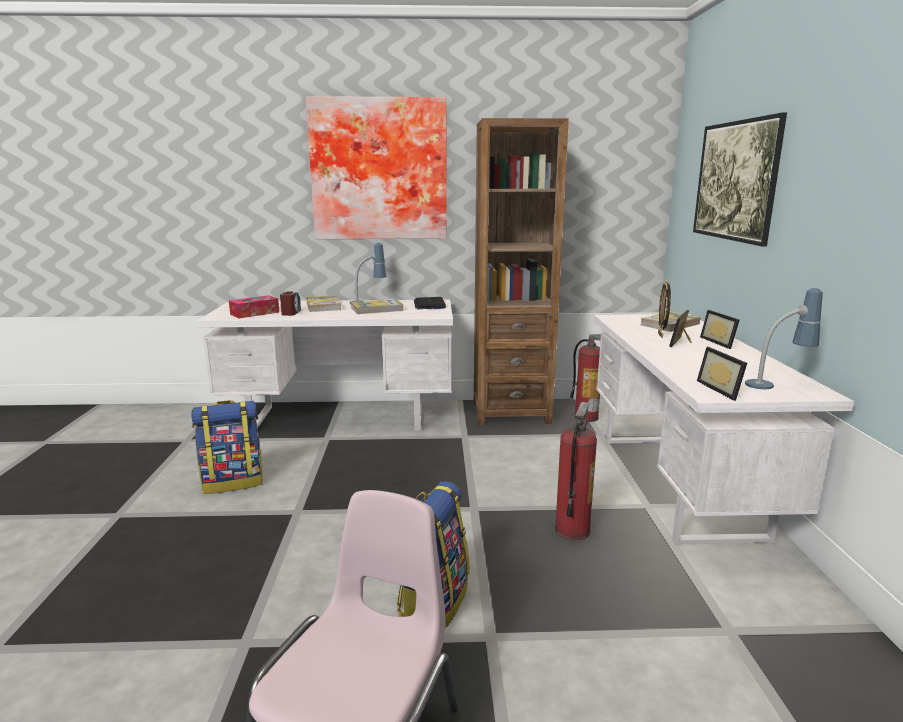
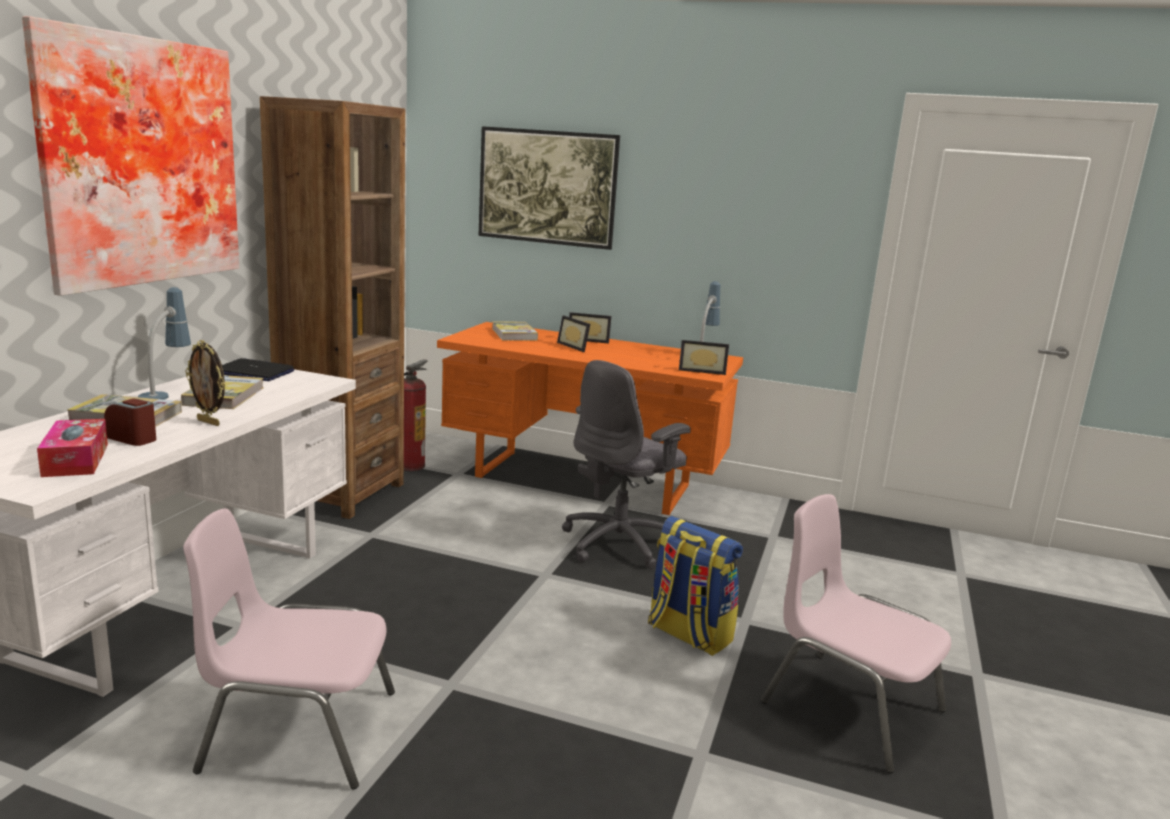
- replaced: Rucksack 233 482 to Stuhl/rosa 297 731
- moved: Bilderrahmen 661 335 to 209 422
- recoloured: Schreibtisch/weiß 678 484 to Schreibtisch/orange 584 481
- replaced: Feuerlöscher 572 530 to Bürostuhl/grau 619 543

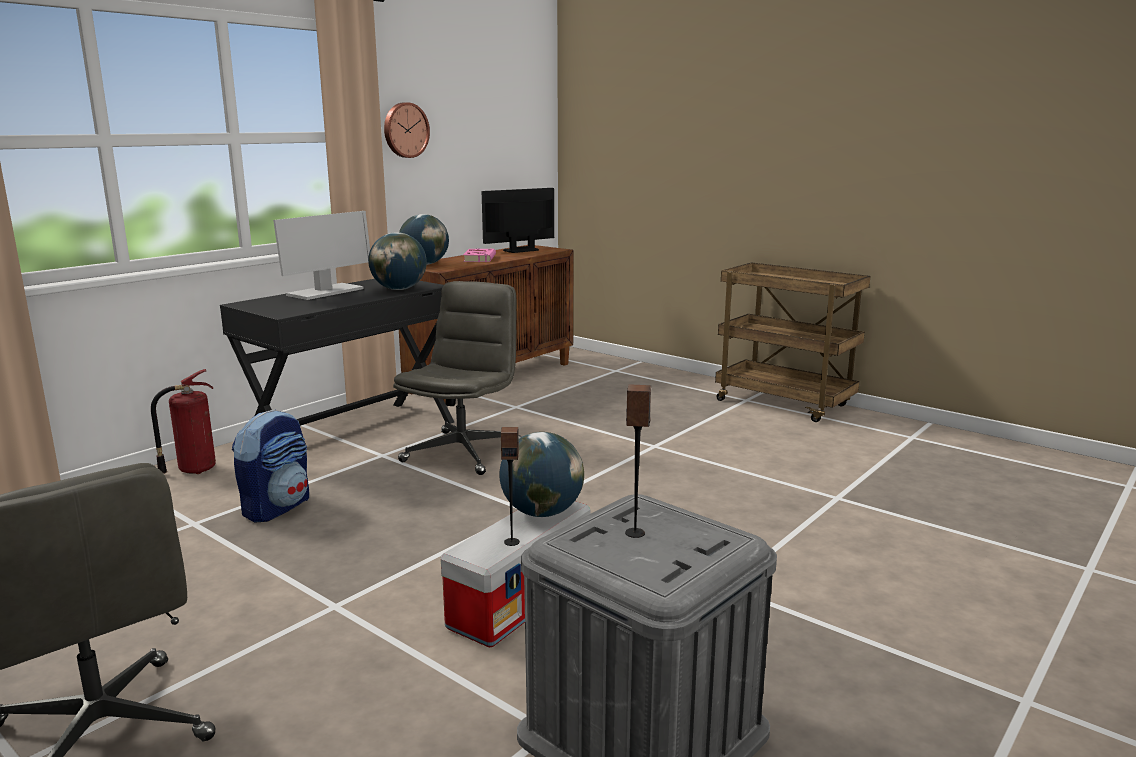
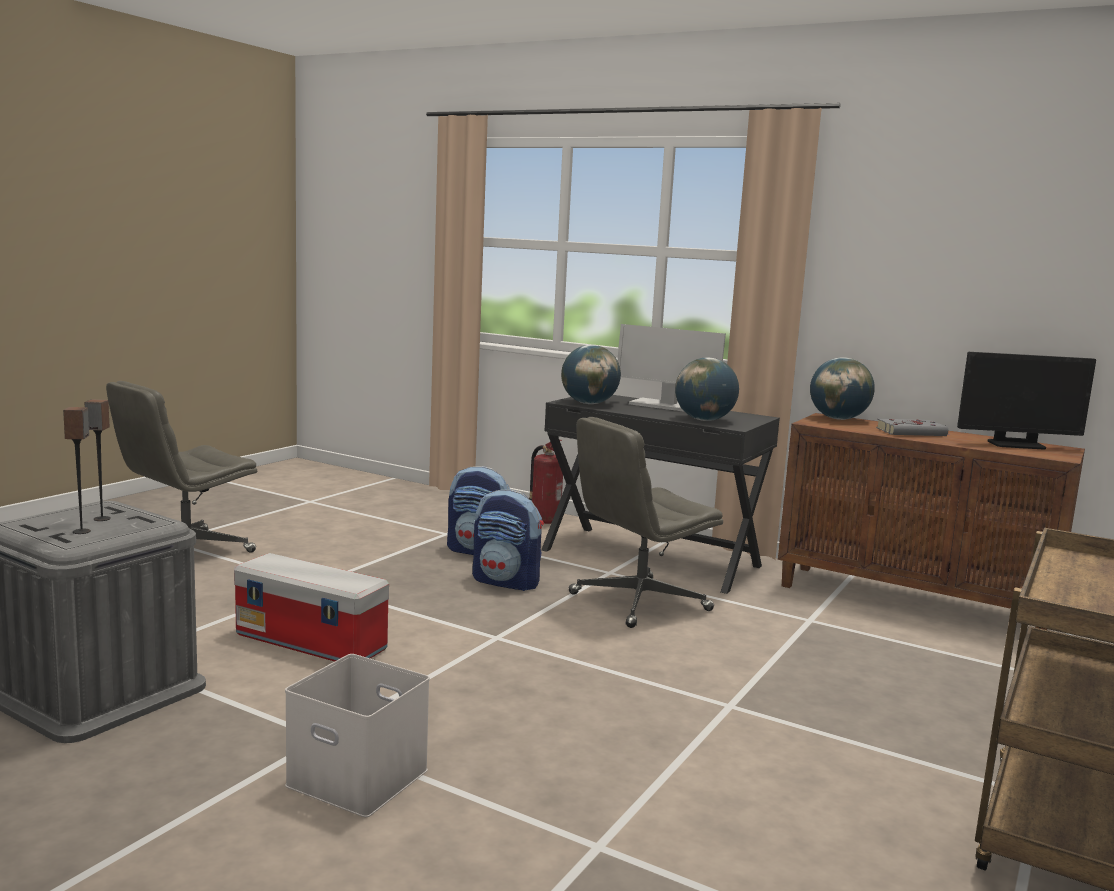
- moved: Lautsprecher 512 542 to 82 531
- added: Aufbewahrungsbox/weiß 354 778
- added: Rucksack 507 582
- moved: Globus 541 513 to 588 403
- turned: Bürostuhl/grau 462 452 = 638 602 135 degrees clockwise
- recoloured: Buch/rosa 479 258 to Buch/grau 912 432
- turned: Monitor 521 250 = 1016 445 135 degrees clockwise
- removed: Wanduhr 405 130

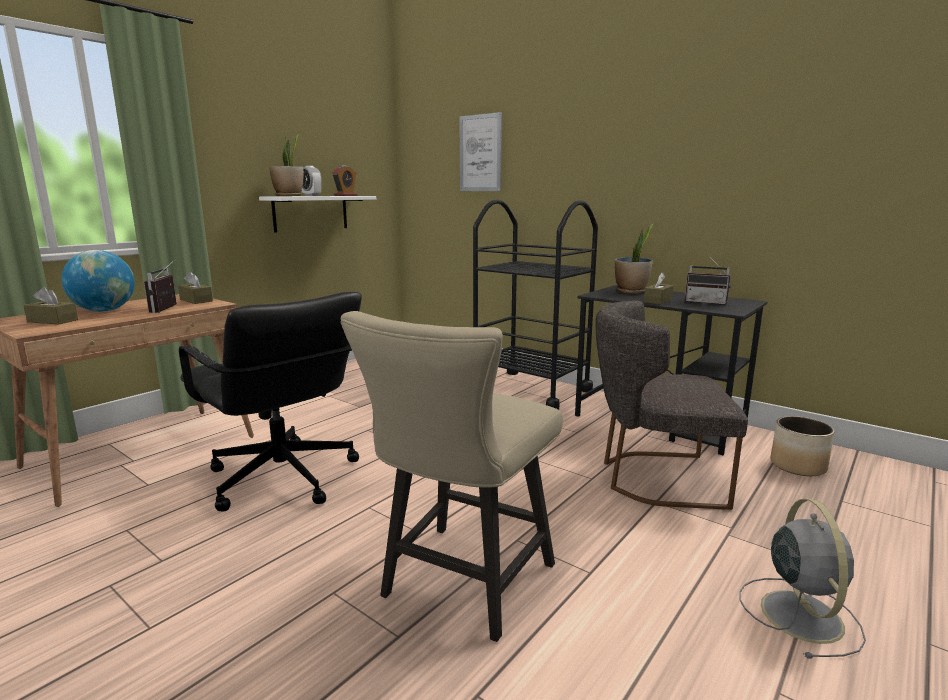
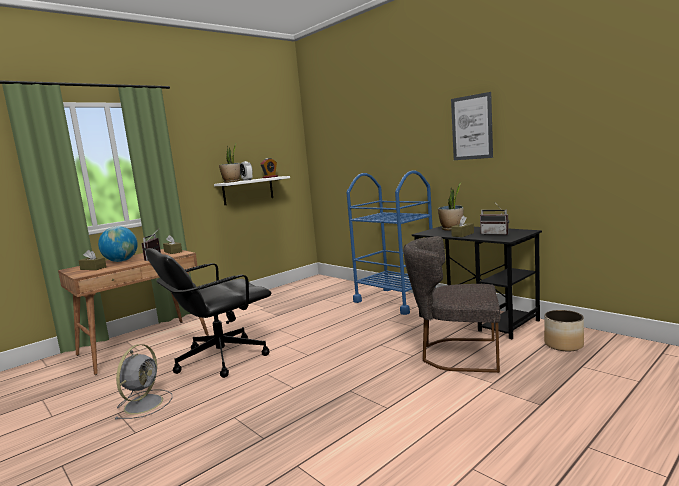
- moved: Ventilator/grau 799 613 to 144 403
- turned: Bürostuhl/schwarz 282 478 = 220 358 90 degrees clockwise
- recoloured: Rollwagen/schwarz 530 390 to Rollwagen/blau 395 300
- moved: Bild 480 153 to 472 127
- removed: Stuhl/beige 461 586

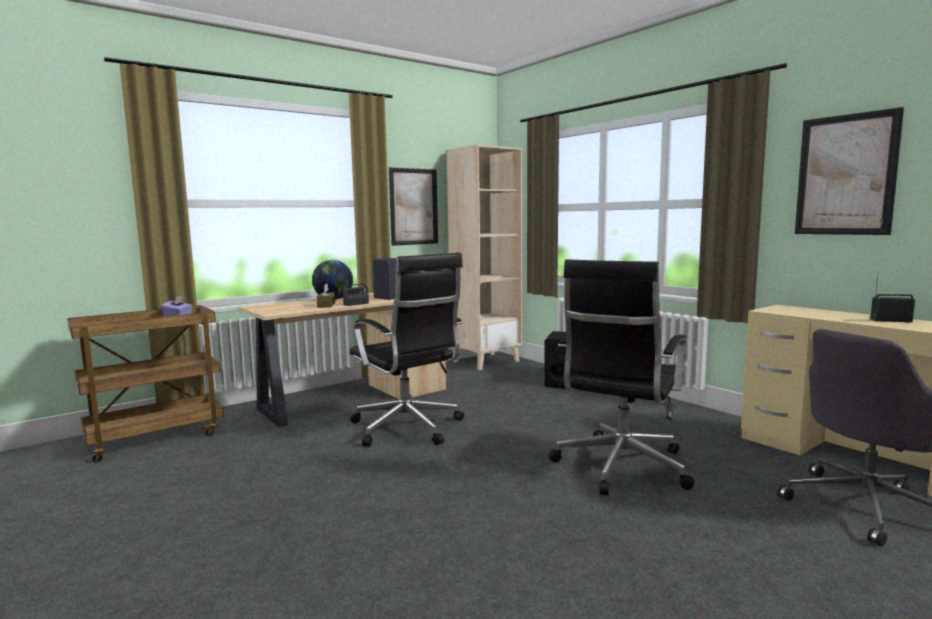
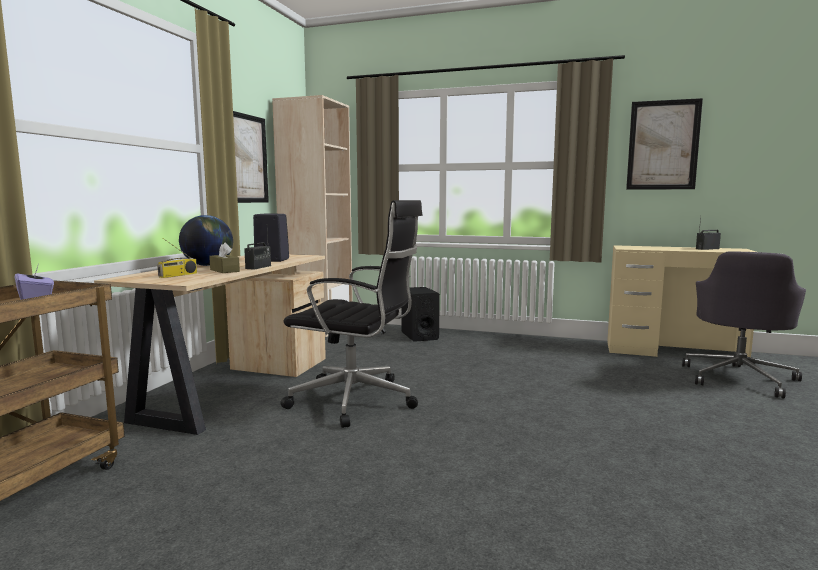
- added: Radio 178 275
- removed: Bürostuhl/schwarz 620 467

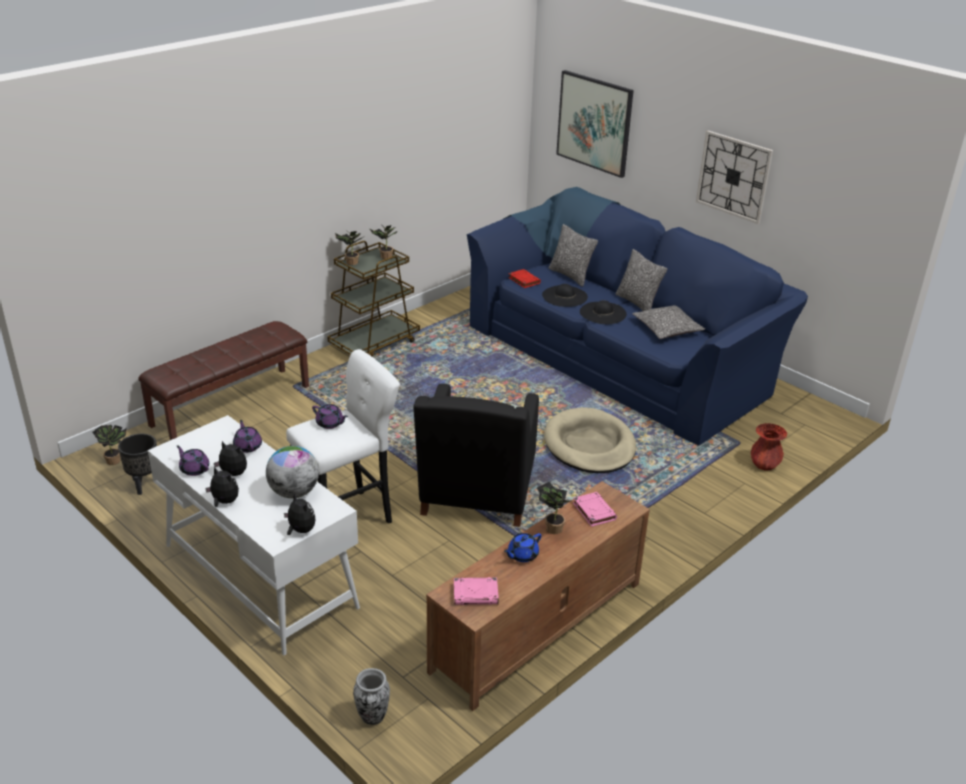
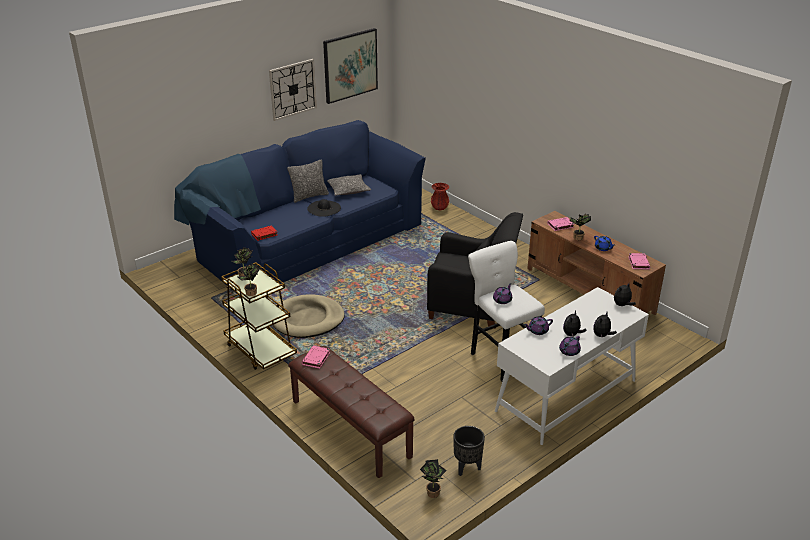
- moved: Hundebett/beige 589 445 to 307 319
- added: Buch/rosa 316 359
- moved: Bild 594 123 to 350 65
- removed: Globus 294 492
- removed: Vase 372 717
- removed: Hut/schwarz 564 296
- removed: Kissen 570 276

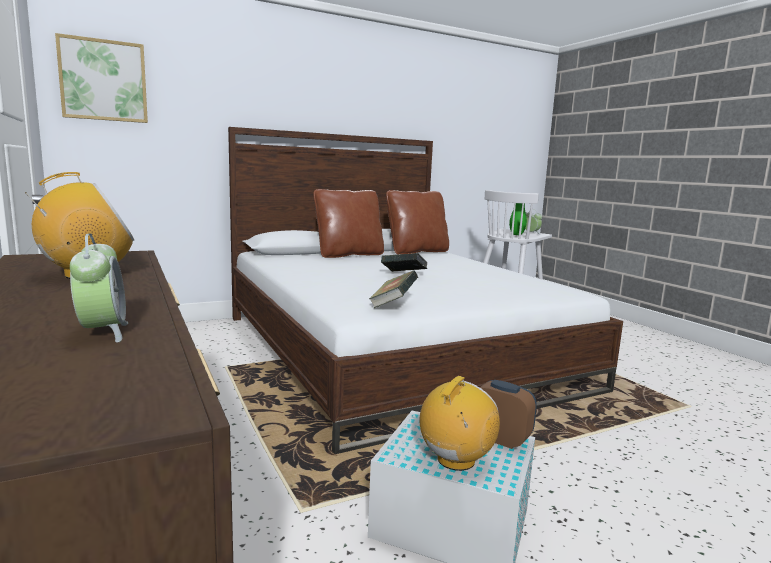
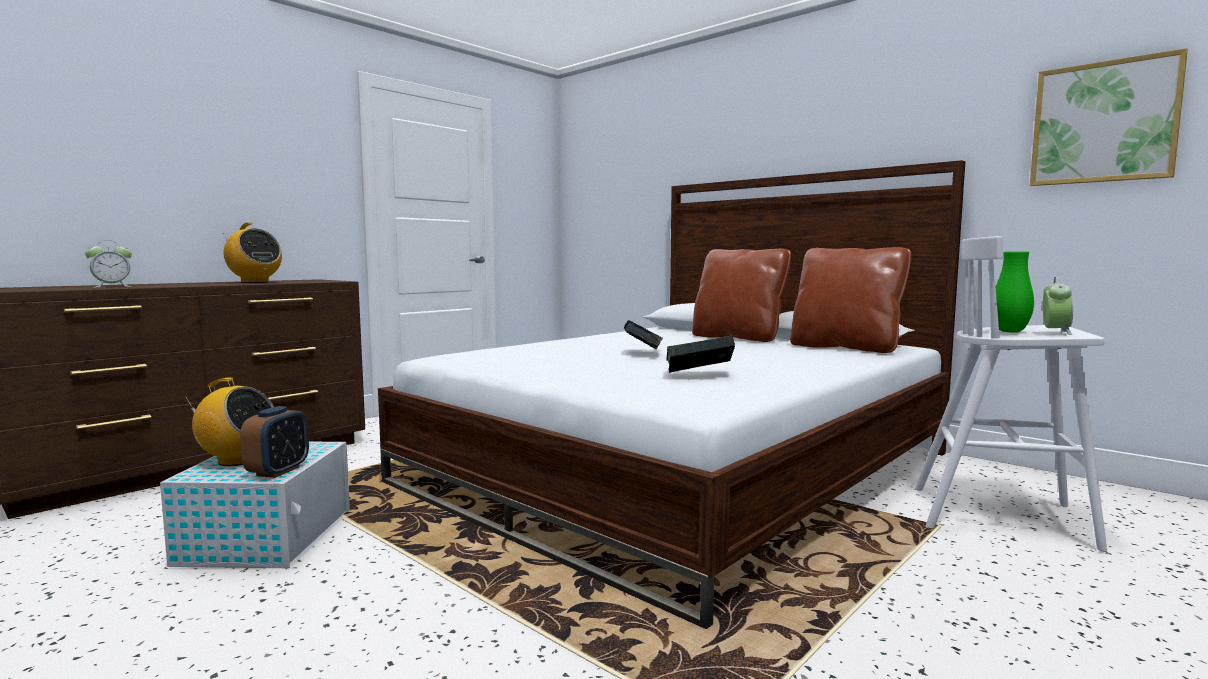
- moved: Buch 393 304 to 698 375
- moved: Bild 103 80 to 1103 122

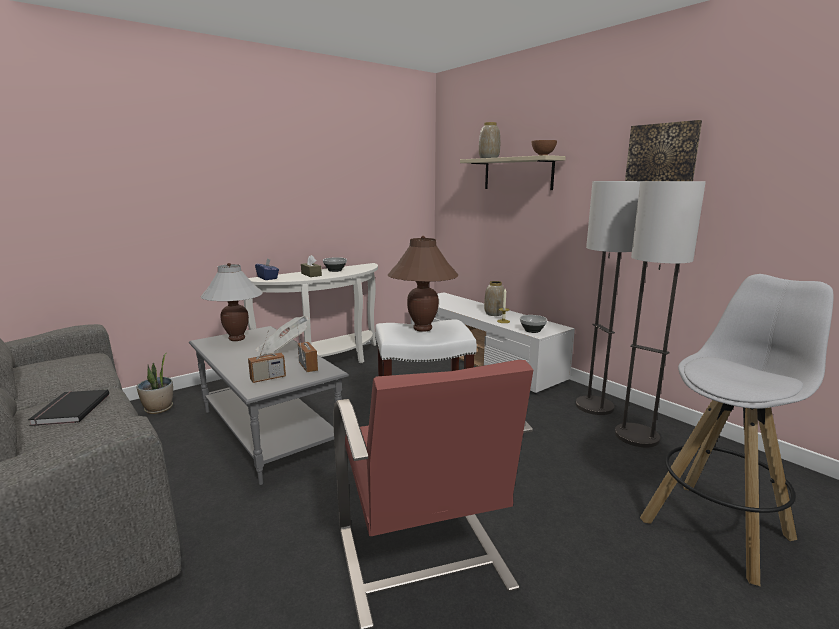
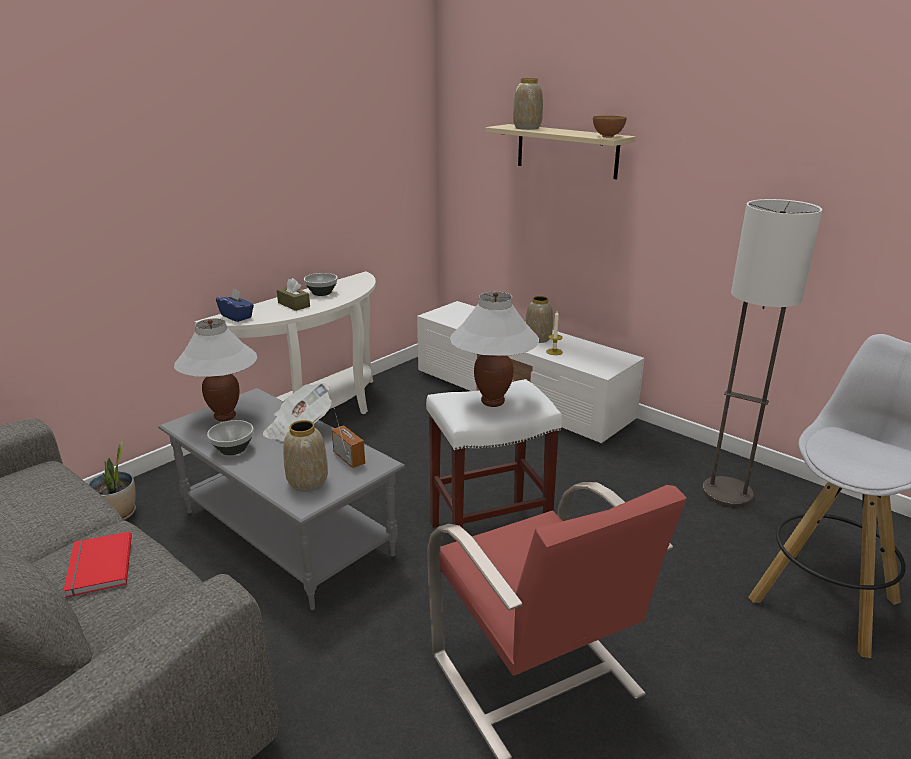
- recoloured: Buch/schwarz 69 410 to Buch/rot 97 567
- moved: Schüssel 532 330 to 232 449
- replaced: Radio 268 378 to Vase 308 482
- recoloured: Tischlampe/braun 423 329 to Tischlampe/weiß 493 402
- removed: Stehlampe 594 406
- removed: Bild 661 158

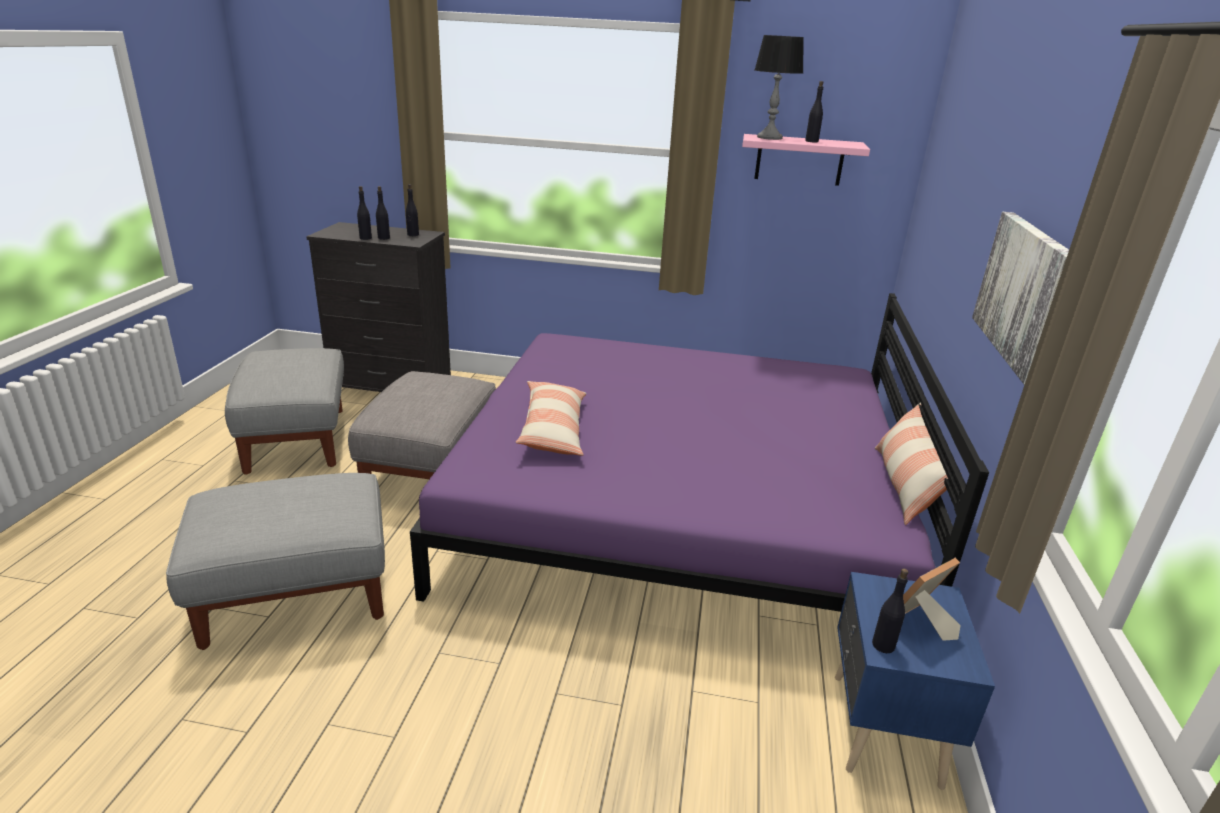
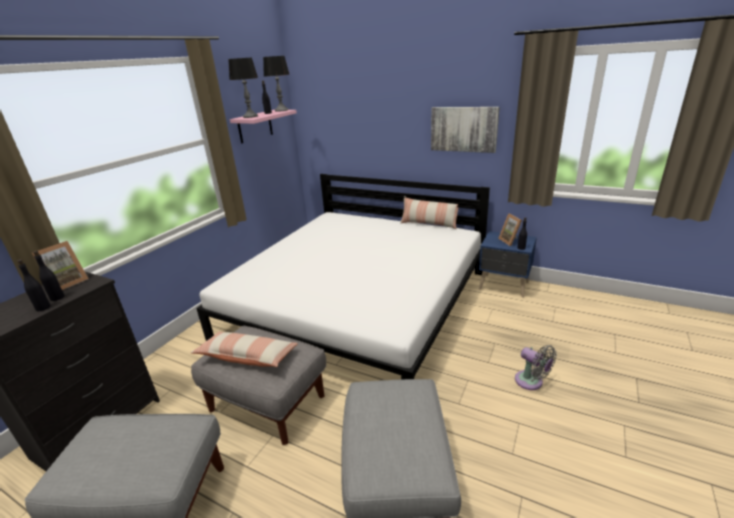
- replaced: Flasche/schwarz 413 235 to Bilderrahmen 67 283
- moved: Kissen 553 430 to 247 357
- recoloured: Bett/lila 680 508 to Bett/weiß 358 304
- added: Tischlampe 281 110
- added: Ventilator/grau 531 382

